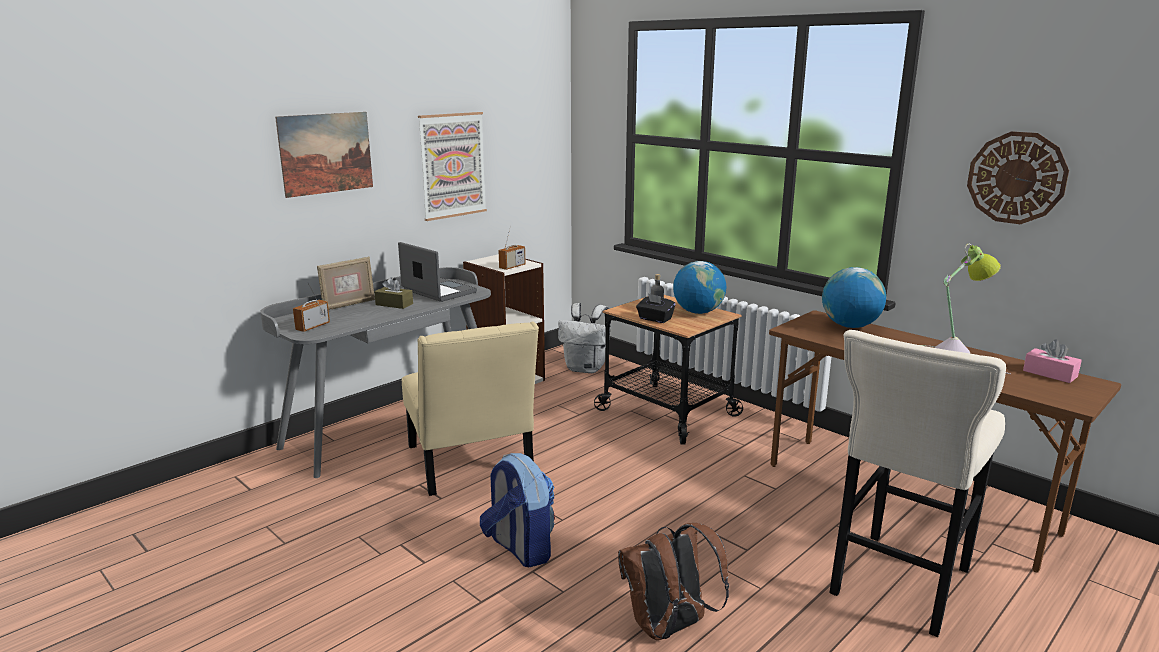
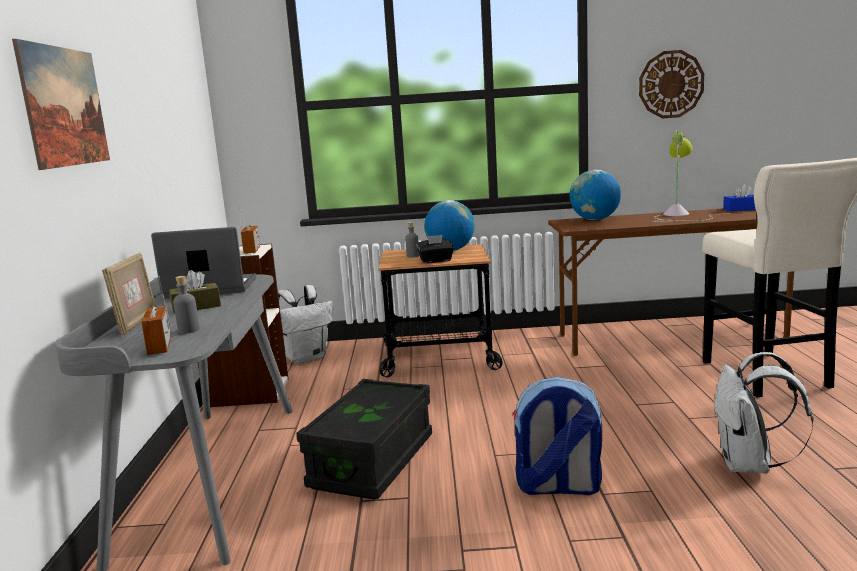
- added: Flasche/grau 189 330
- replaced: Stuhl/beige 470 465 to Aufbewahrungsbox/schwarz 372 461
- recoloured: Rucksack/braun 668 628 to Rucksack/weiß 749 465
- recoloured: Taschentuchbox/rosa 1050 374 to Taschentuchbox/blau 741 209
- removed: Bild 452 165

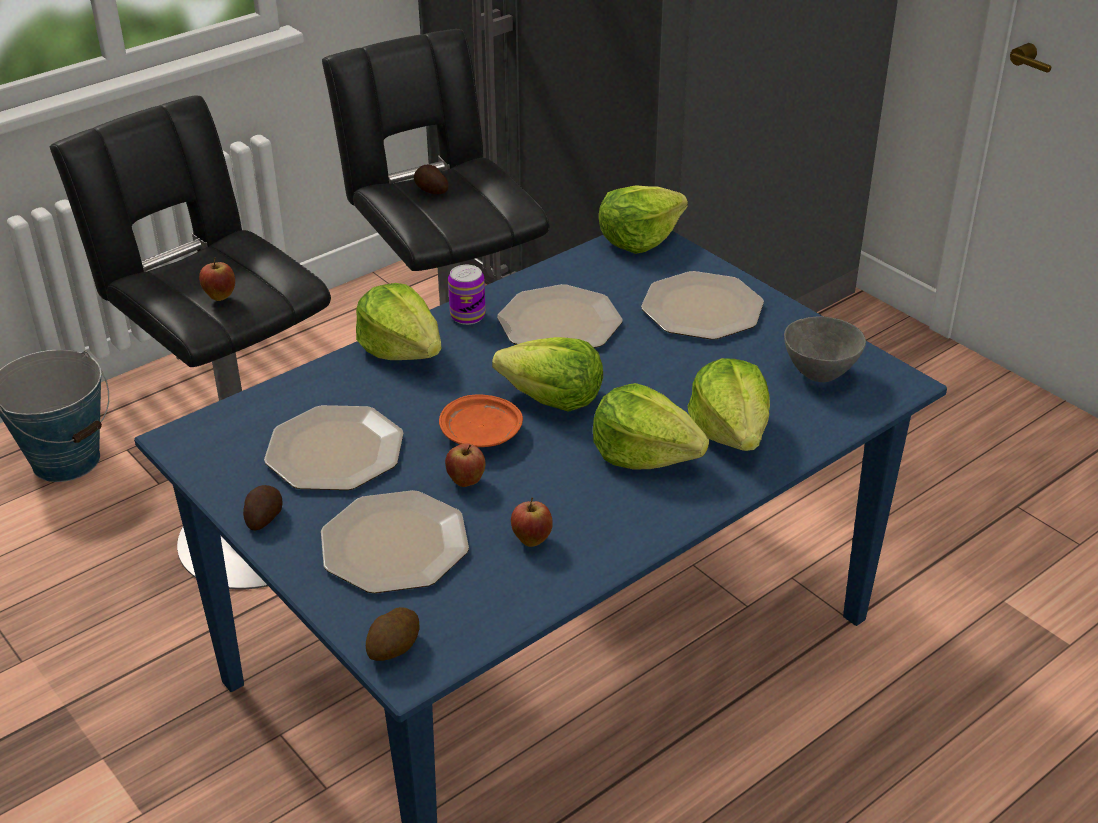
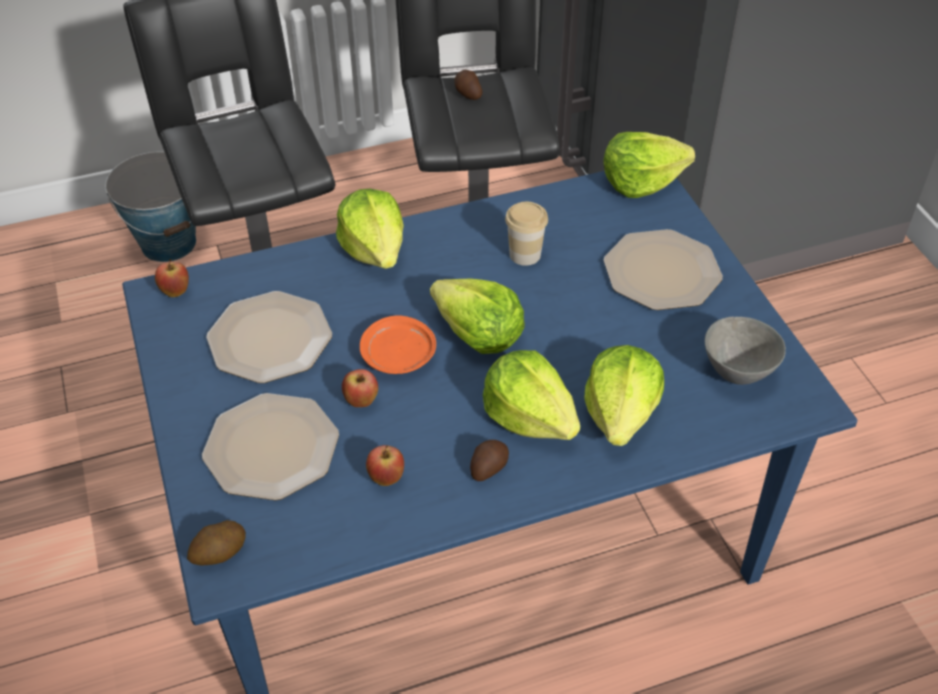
- moved: Apfel 220 297 to 175 292
- moved: Kartoffel 263 518 to 488 467
- replaced: Teller 560 322 to Tasse 525 254
- removed: Dose 467 316

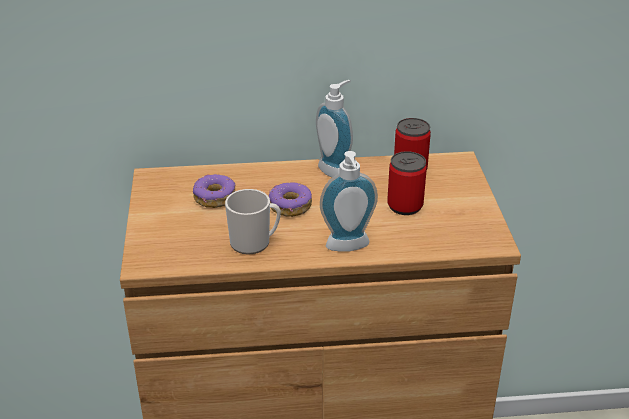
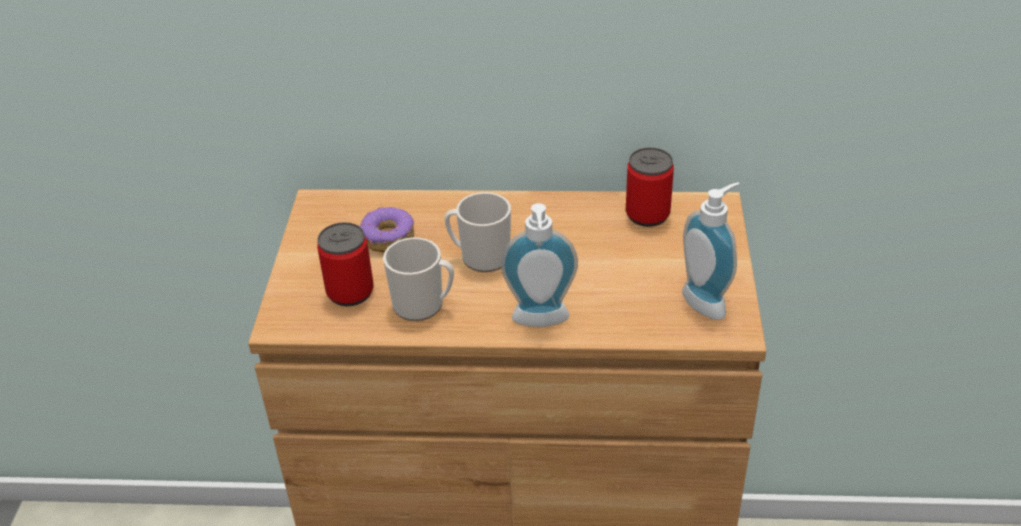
- moved: Dose 405 206 to 350 292
- replaced: Donut 290 206 to Henkelbecher 480 257
- moved: Seifenspender 336 169 to 708 300

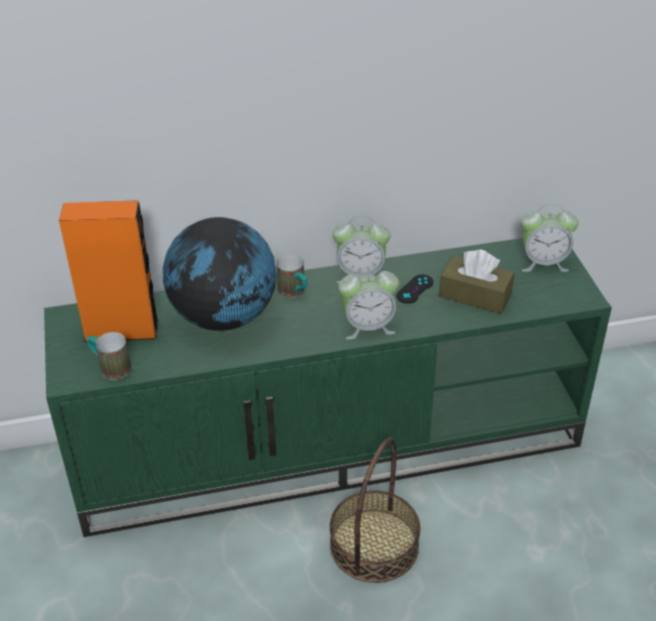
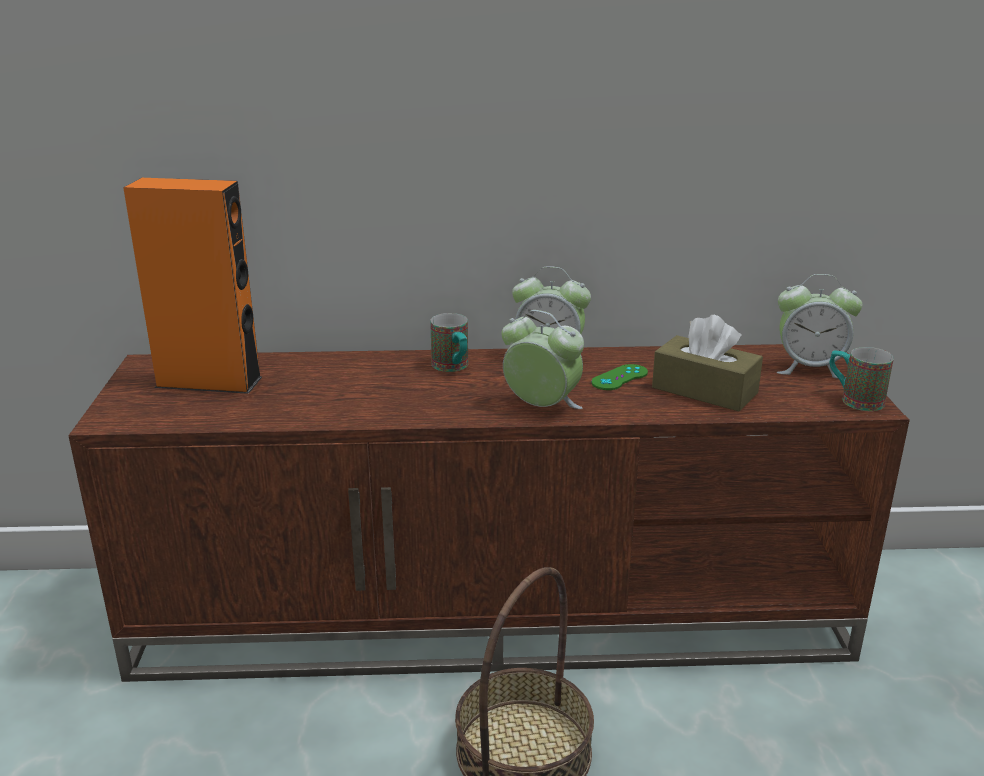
- recoloured: Fernsehschrank/grün 330 444 to Fernsehschrank/braun 495 613
- turned: Wecker 368 327 = 541 407 150 degrees counterclockwise
- recoloured: Gamepad/schwarz 415 289 to Gamepad/grün 619 378
- moved: Henkelbecher 110 367 to 853 400
- removed: Globus 224 317

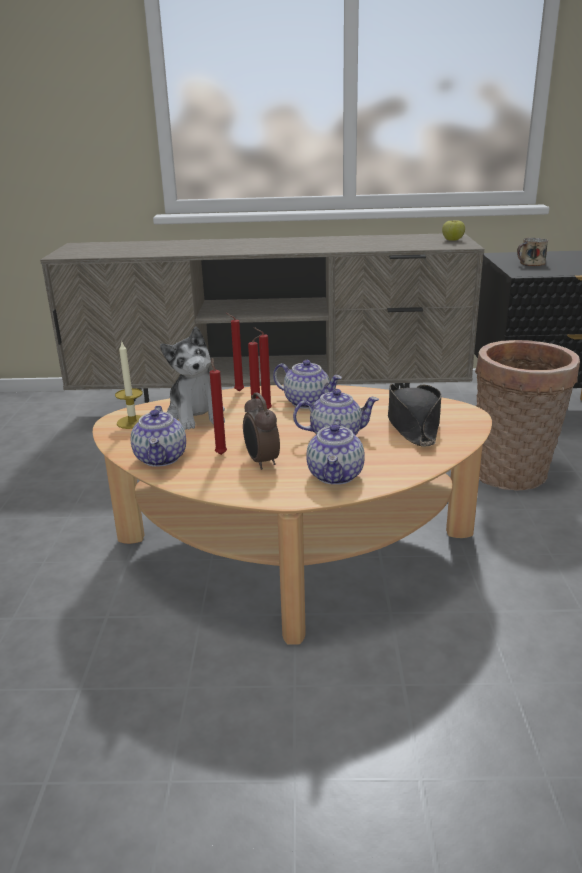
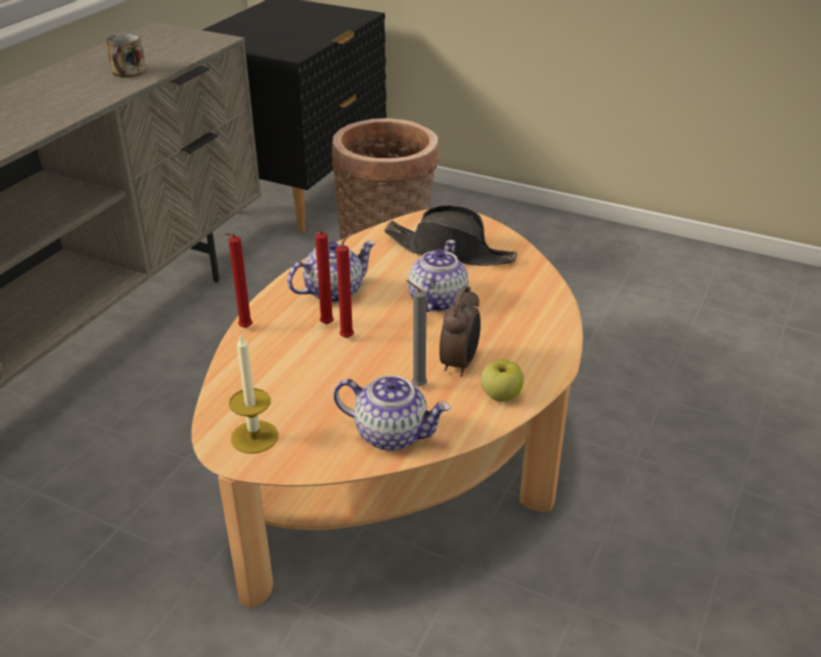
- moved: Henkelbecher 531 263 to 128 72
- recoloured: Kerze/rot 221 453 to Kerze/grau 416 386
- turned: Wecker 261 462 = 460 363 75 degrees counterclockwise
- moved: Apfel 452 240 to 501 395
- removed: Plüschtier 196 415
- removed: Teekanne 336 476

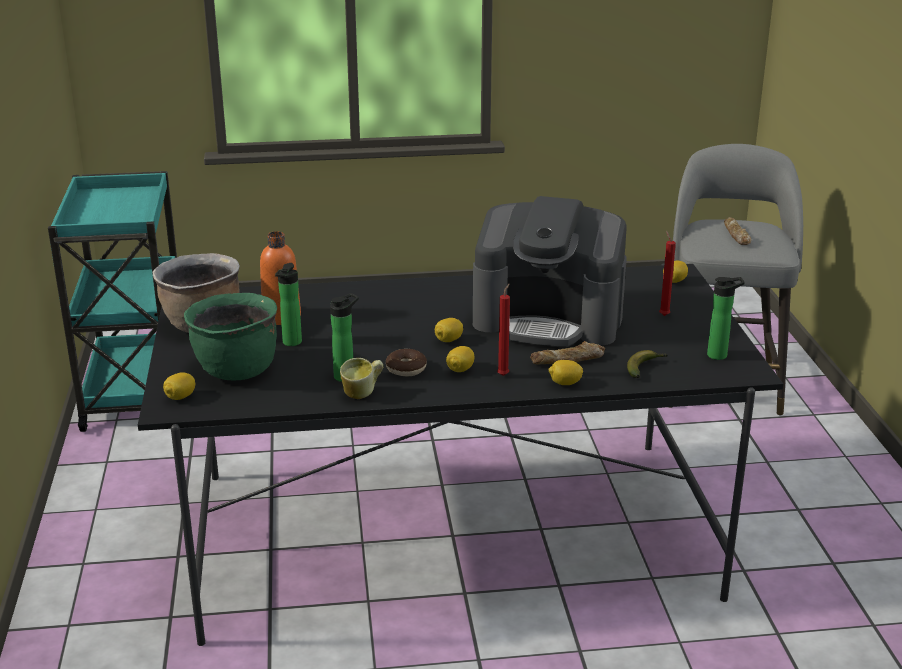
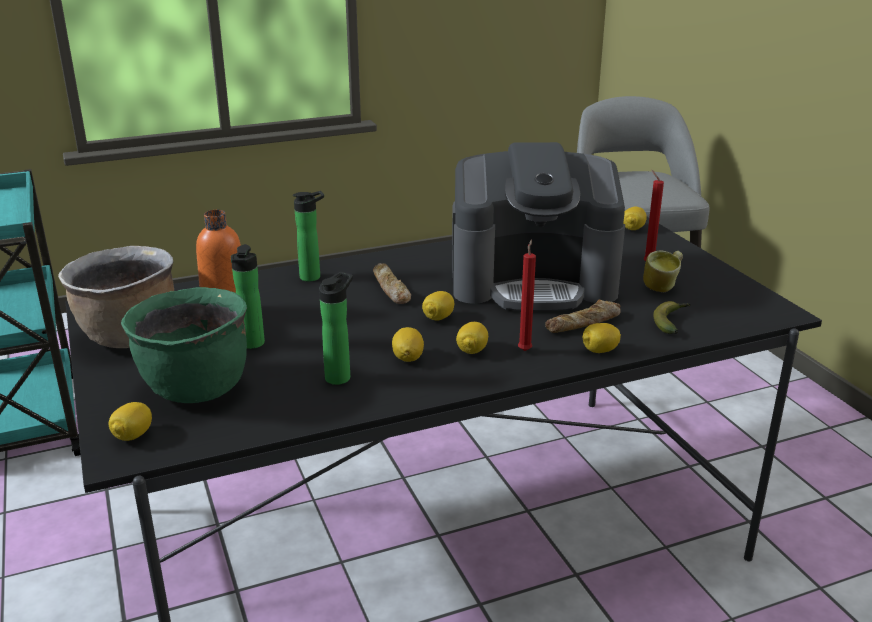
- moved: Flasche 720 355 to 313 277
- moved: Brot 736 235 to 390 289
- replaced: Donut 406 369 to Zitrone 408 358
- moved: Henkelbecher 362 394 to 663 287

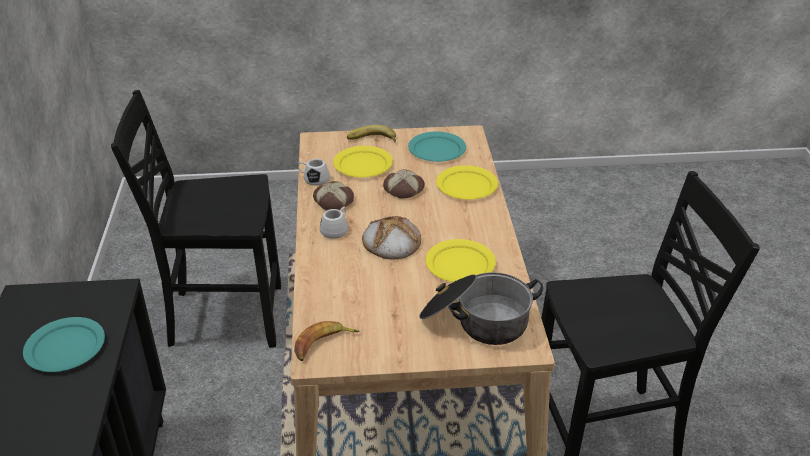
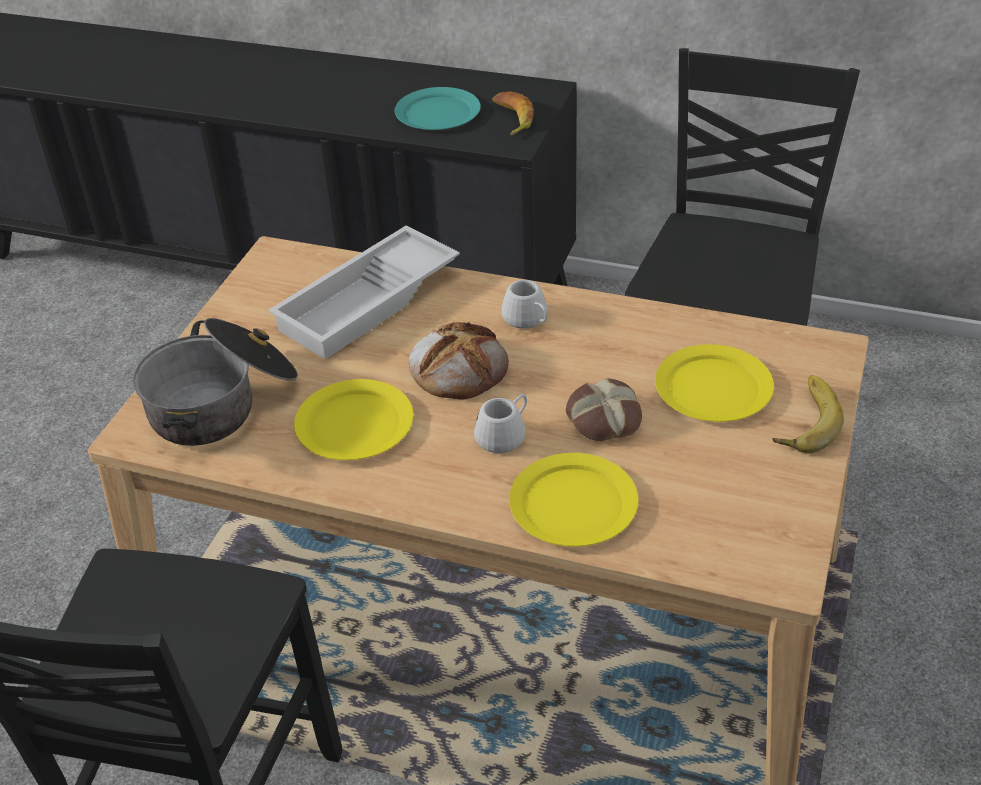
- added: Tablett/weiß 369 303
- moved: Henkelbecher/weiß 313 179 to 505 434
- moved: Banane 323 344 to 511 118
- removed: Brot 334 201
- removed: Teller/türkis 437 150

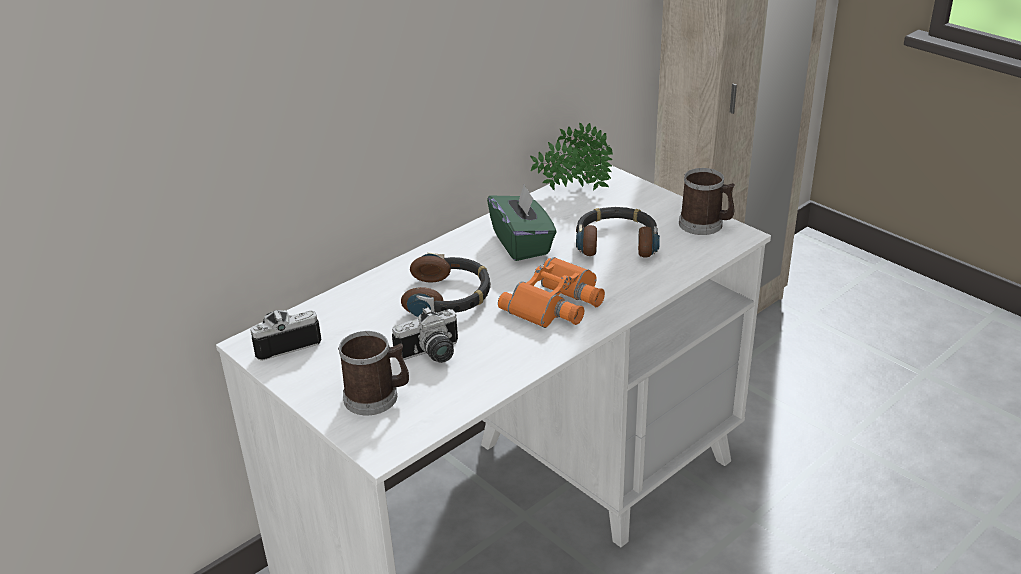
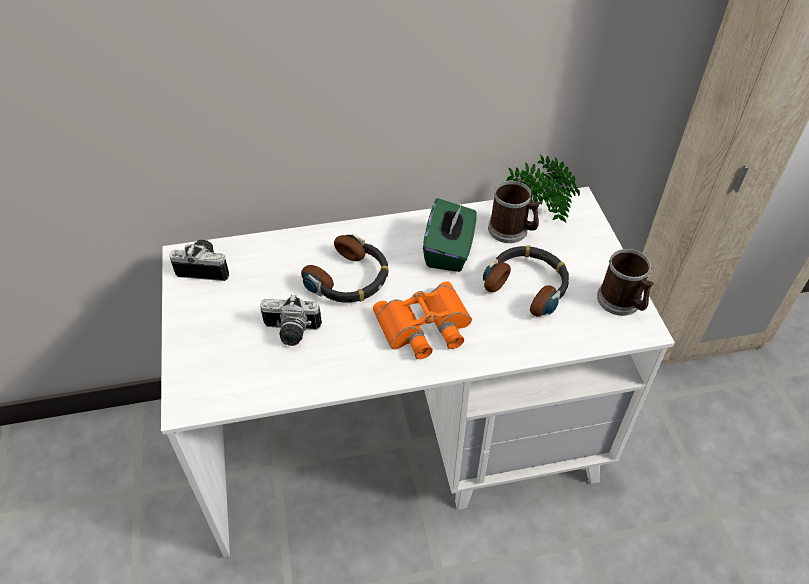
- moved: Henkelbecher 377 397 to 512 230

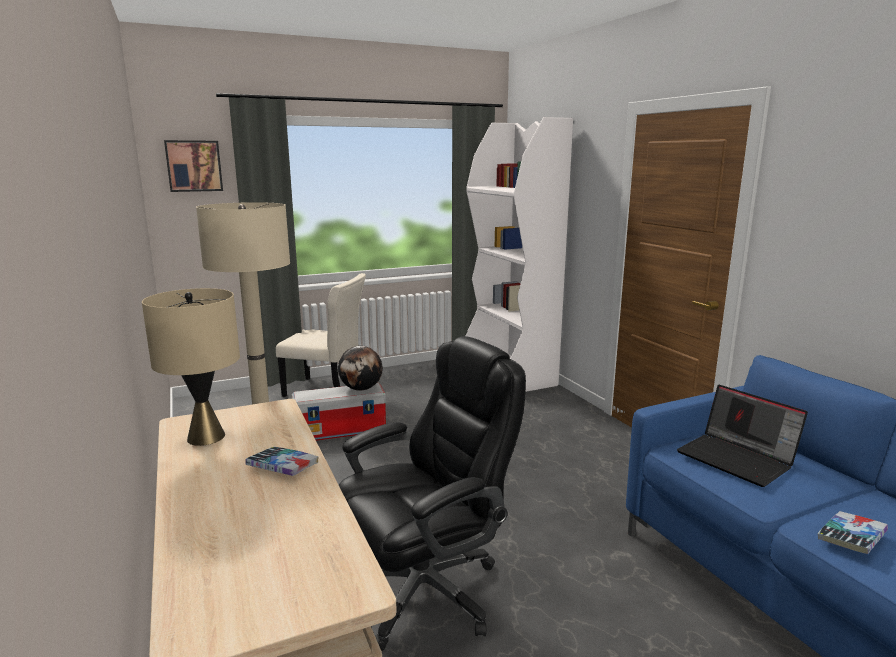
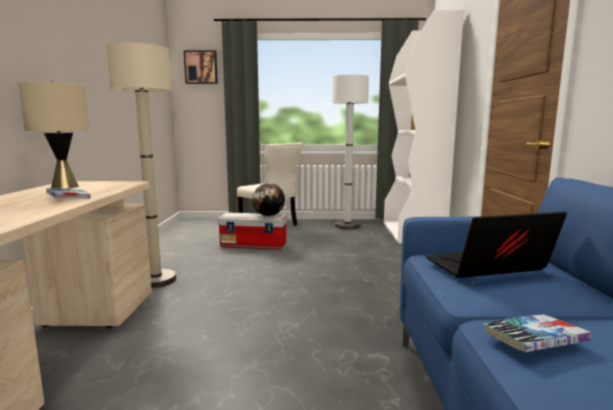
- added: Stehlampe/weiß 347 226
- turned: Laptop 737 459 = 486 268 90 degrees clockwise
- removed: Bürostuhl/schwarz 426 590

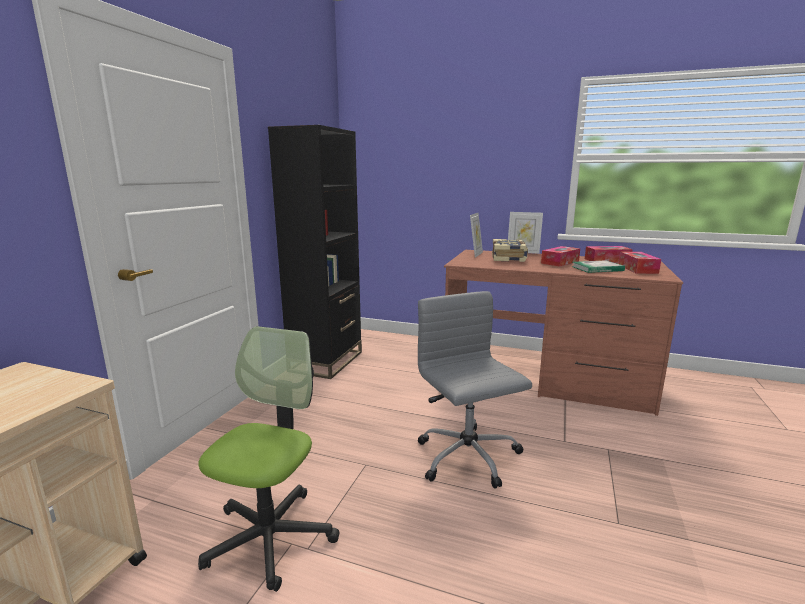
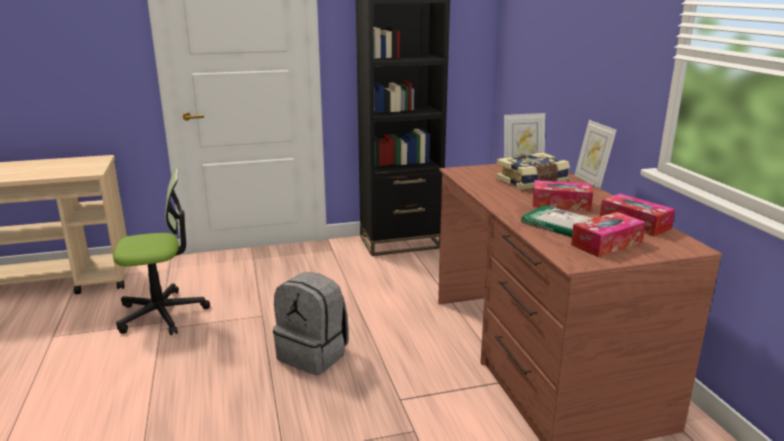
- replaced: Bürostuhl/grau 468 458 to Rucksack/grau 314 355

